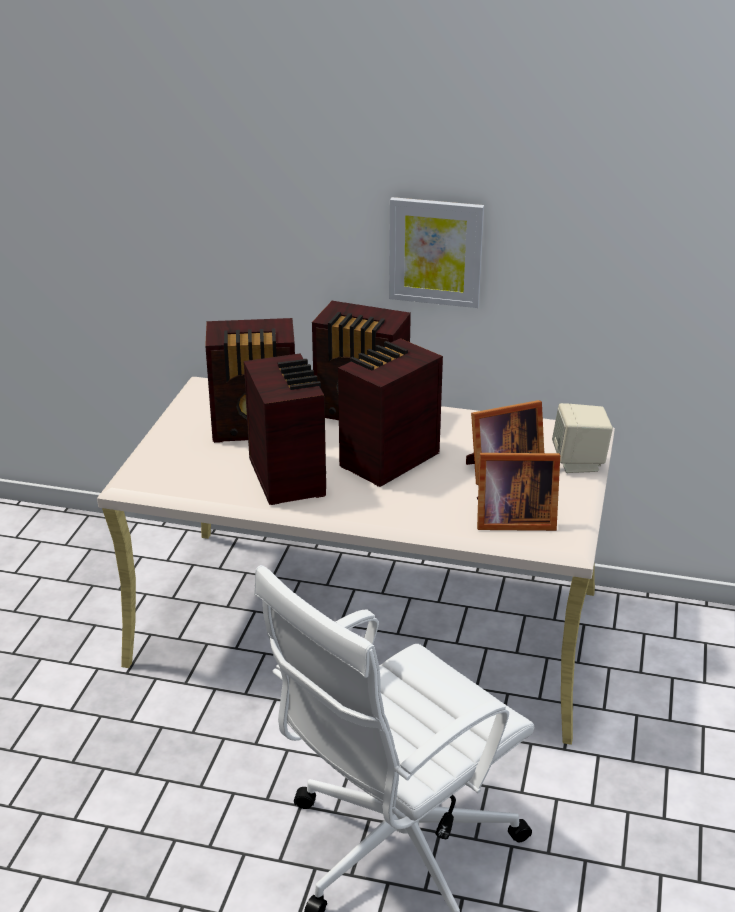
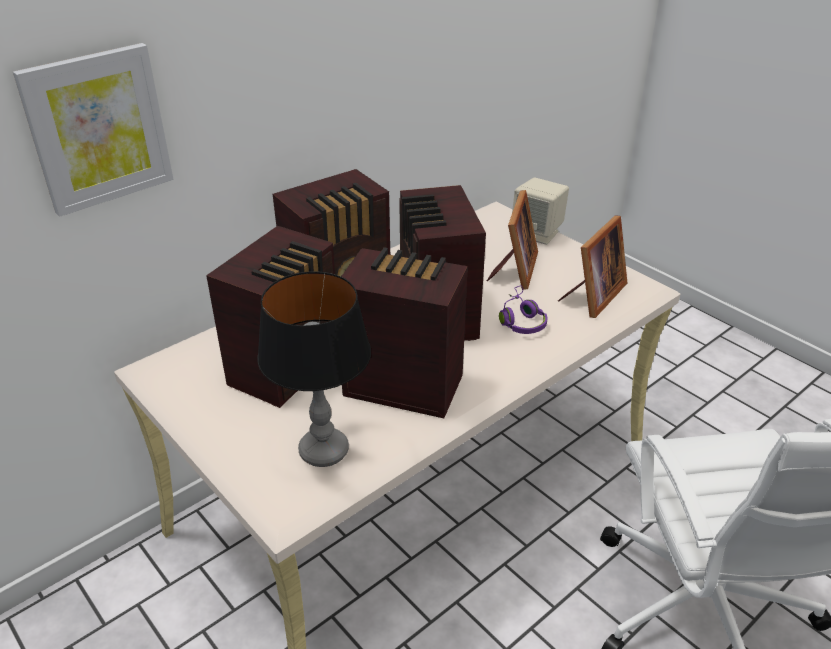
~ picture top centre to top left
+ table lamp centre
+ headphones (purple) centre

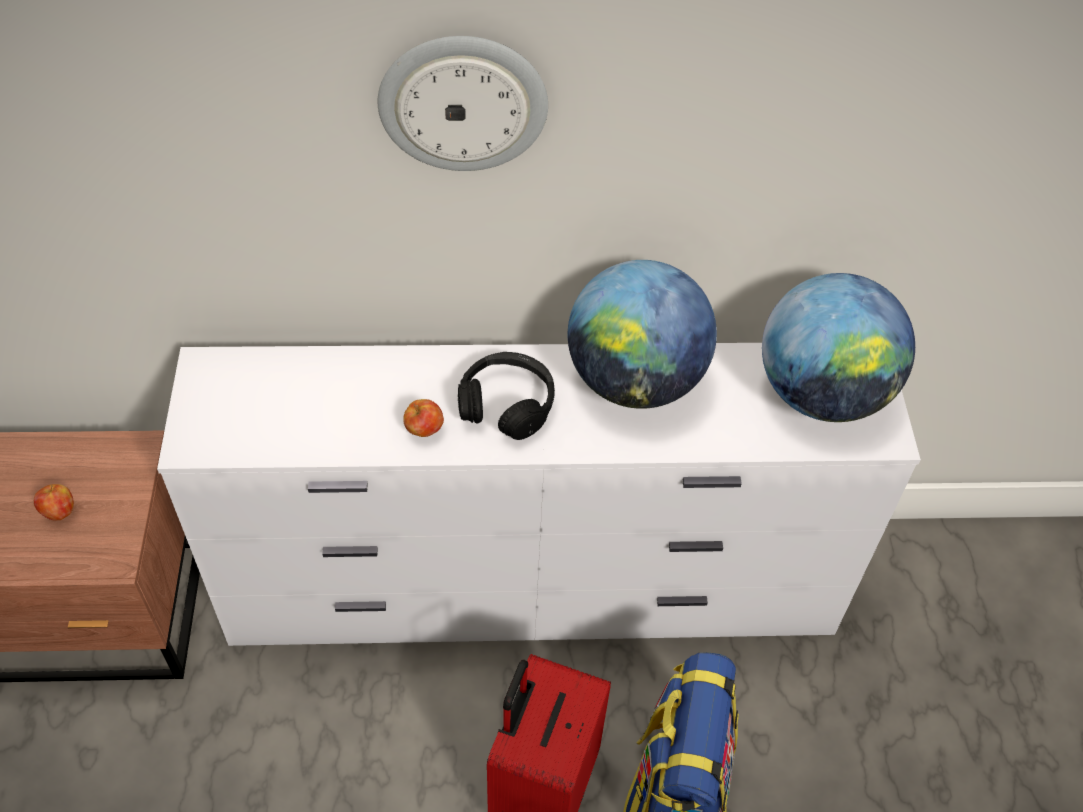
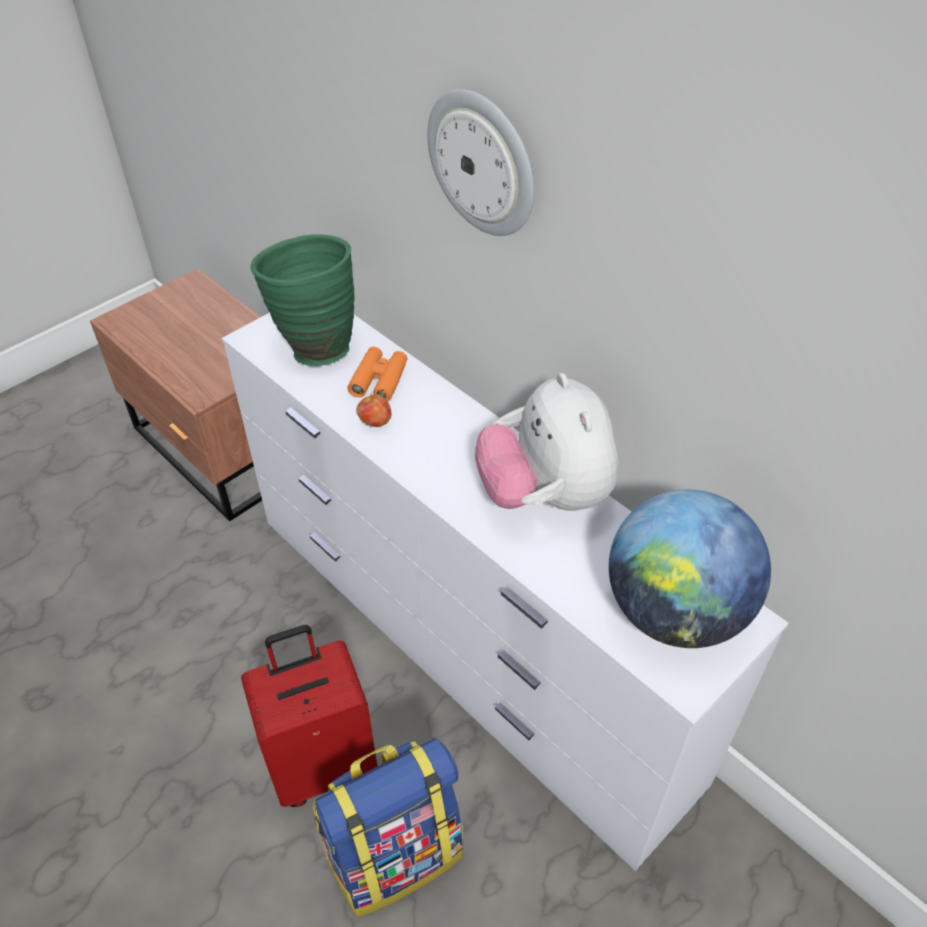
- apple (1st from left) middle left
- headphones (black) centre
~ globe (1st from left) centre to plush toy centre
+ vase (green) top left
+ binoculars (orange) centre

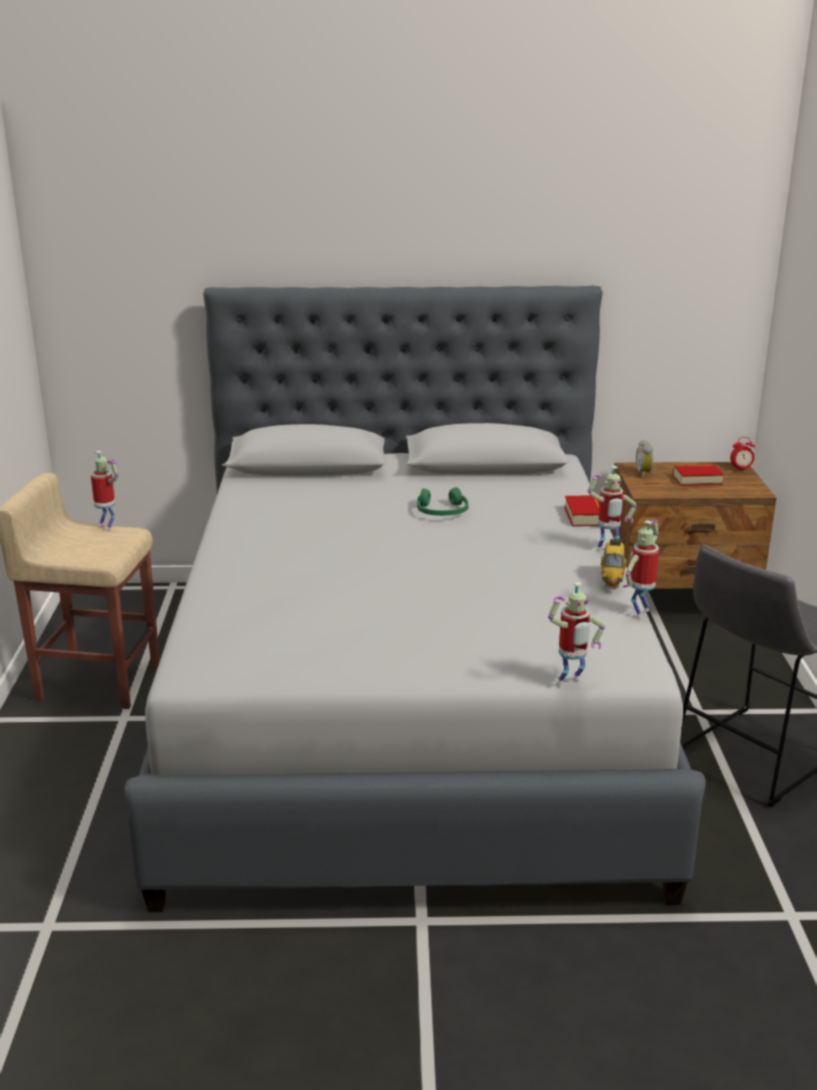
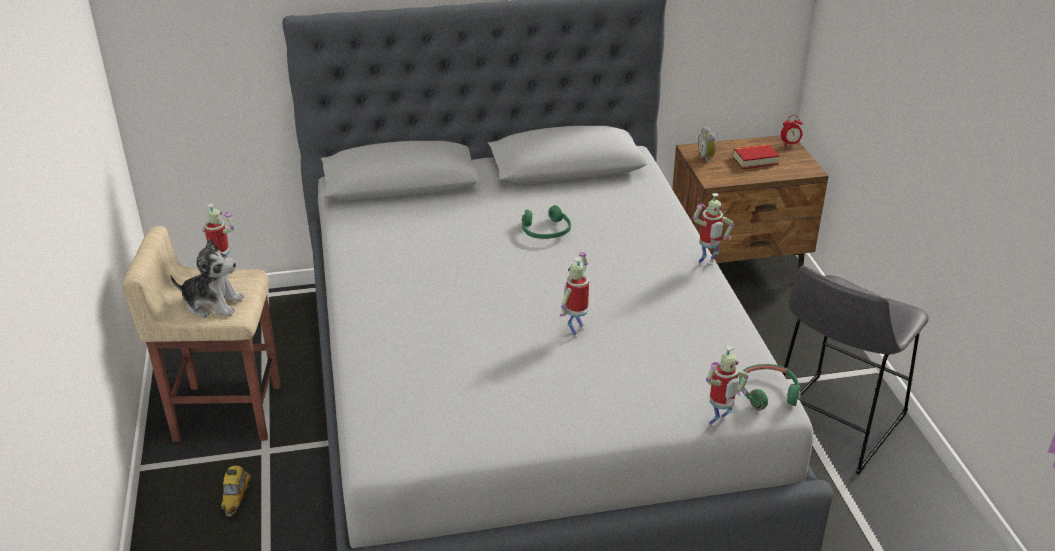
- book (1st from left) middle right
~ toy car middle right to bottom left
~ toy robot (4th from left in the first image) middle right to toy robot (2nd from left) centre
+ plush toy middle left
+ headphones (green) (2nd from left) bottom right

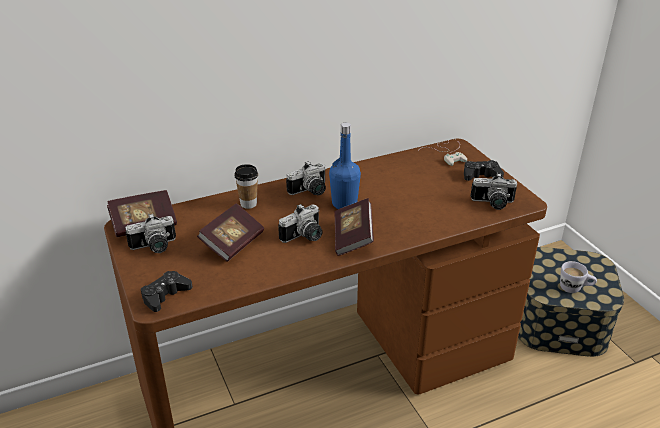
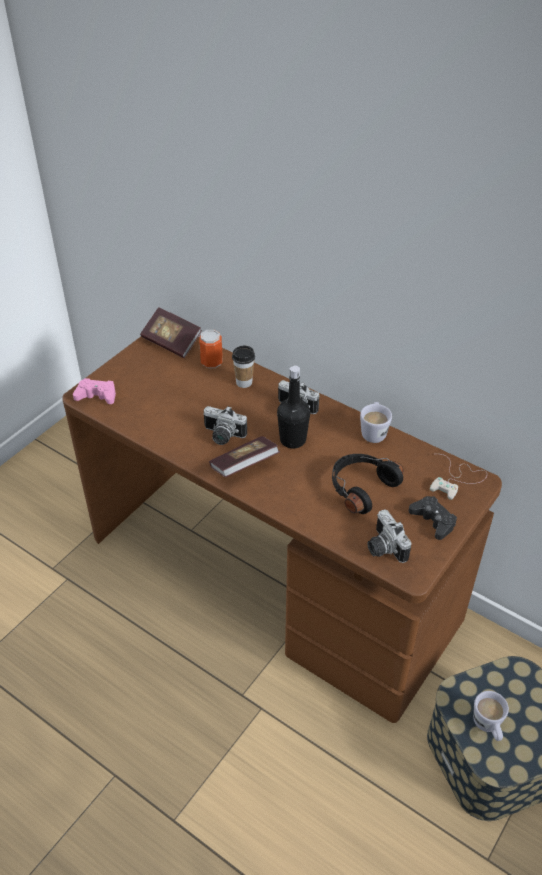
- photo camera (1st from left) middle left
~ game controller (black) (1st from left) bottom left to game controller (pink) middle left
- book (2nd from left) centre
~ bottle (blue) centre to bottle (black) centre
+ can centre
+ headphones (black) middle right
+ mug (white) (1st from left) middle right

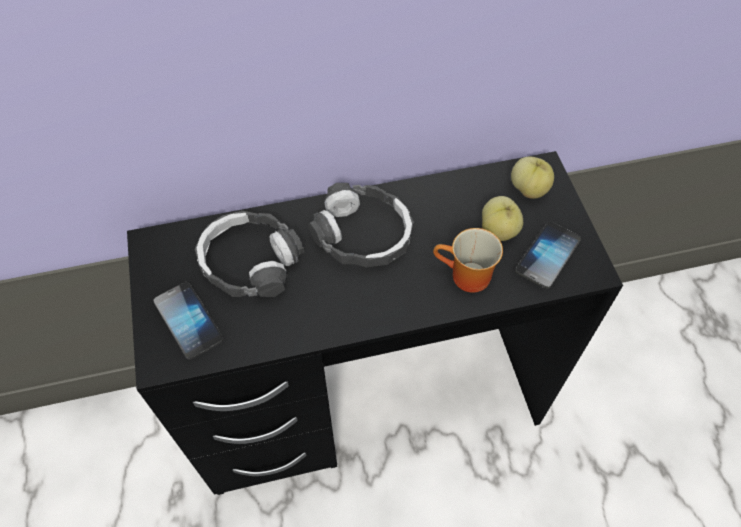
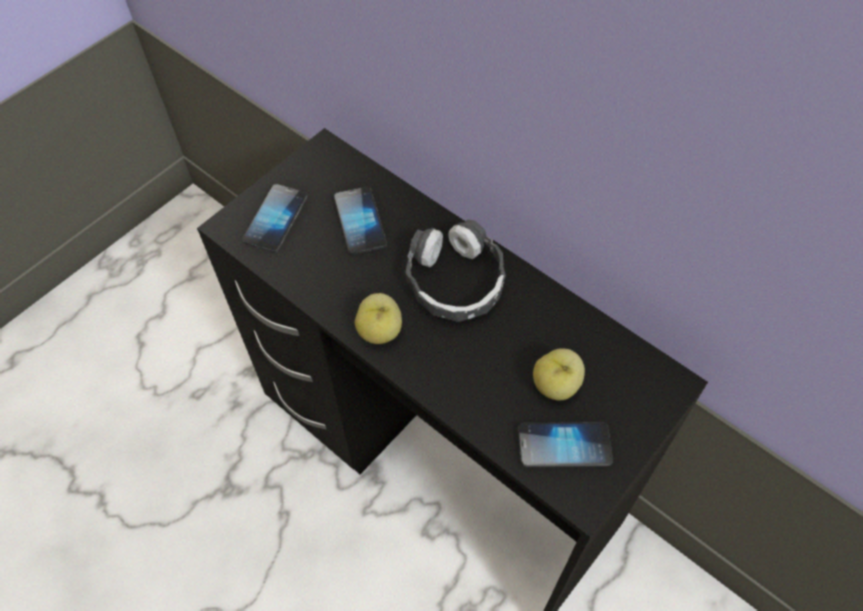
~ headphones (1st from left) centre to phone (2nd from left) centre
- mug centre
~ apple (2nd from left in the first image) middle right to apple (1st from left) centre

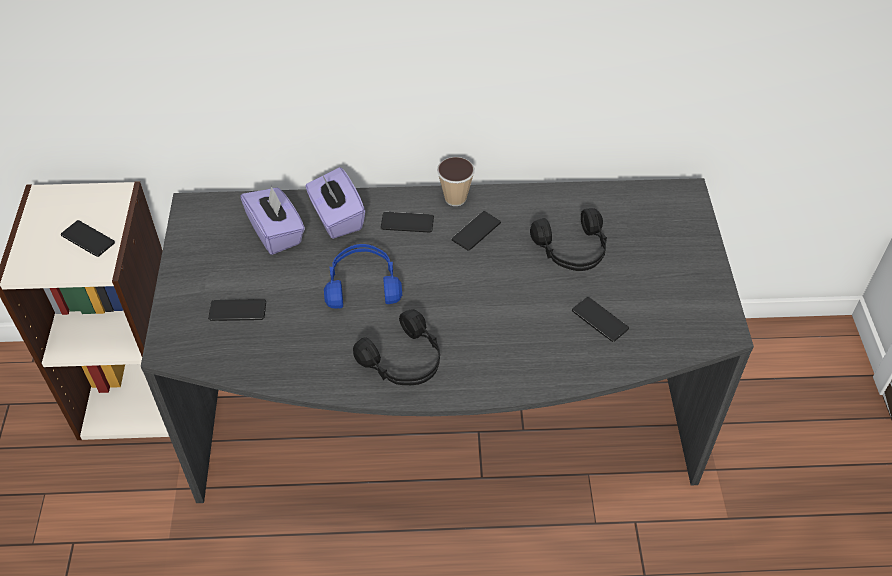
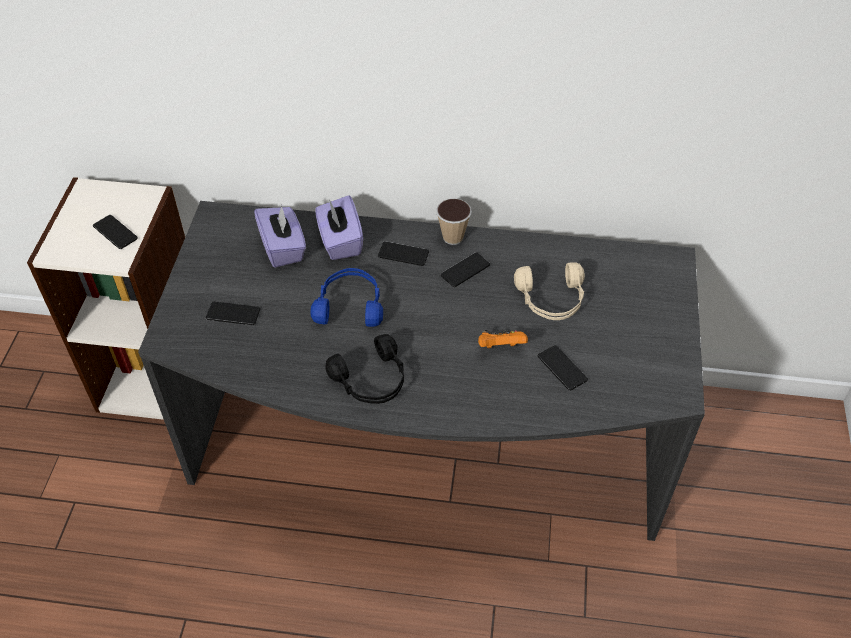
~ headphones (black) (2nd from left) centre to headphones (beige) centre
+ game controller (orange) centre

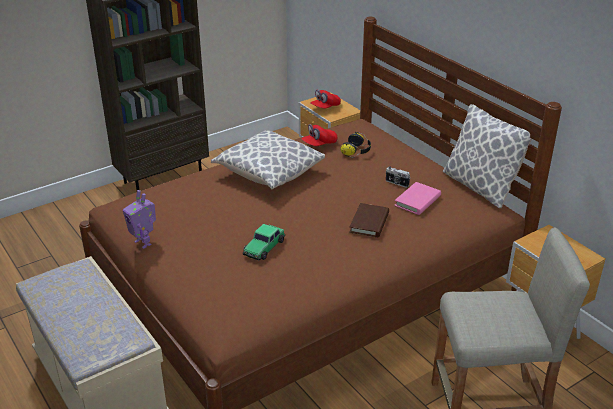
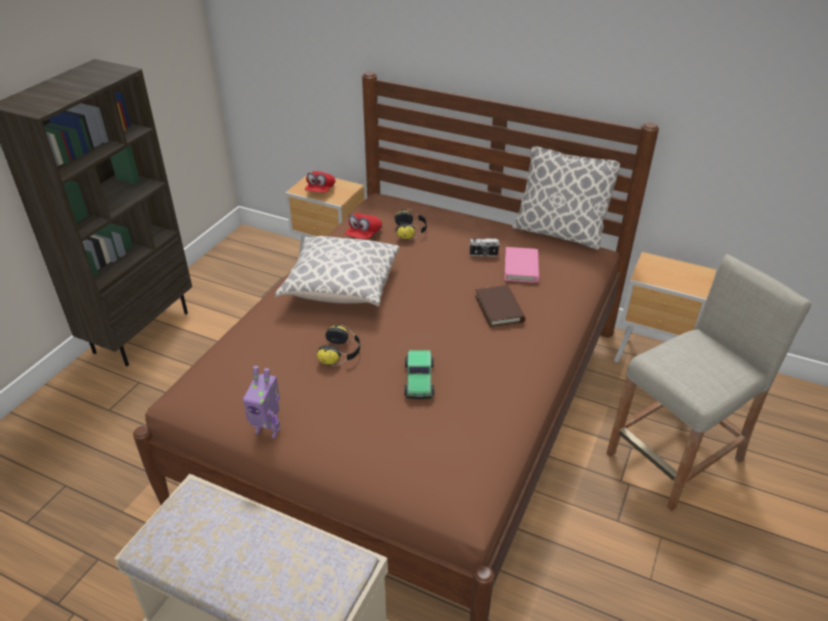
+ headphones (1st from left) centre

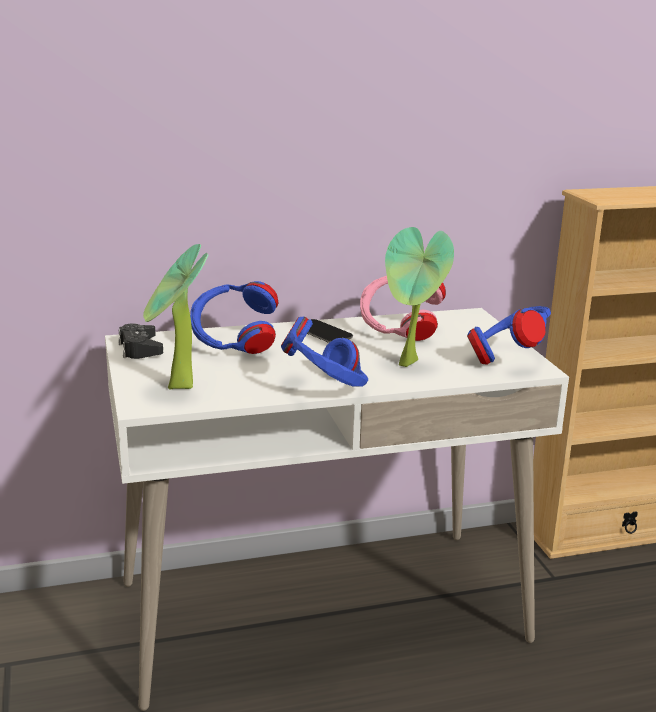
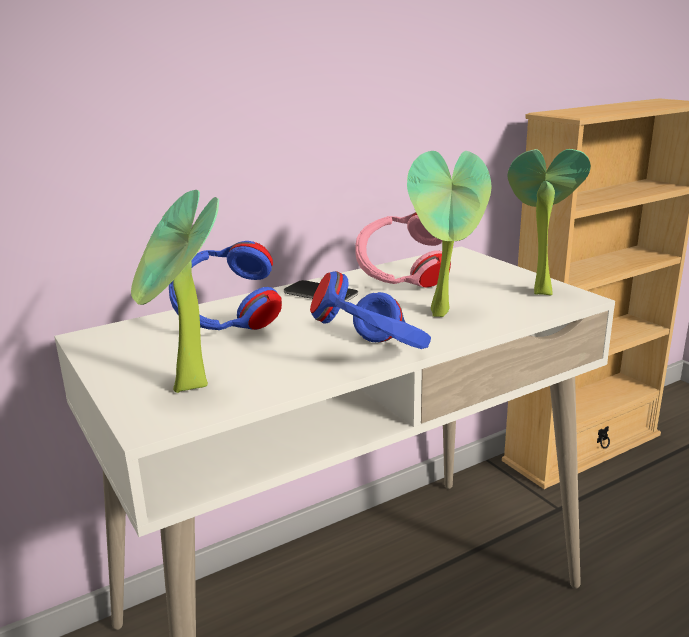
- game controller (black) middle left
~ headphones (blue) (3rd from left) middle right to potted plant (3rd from left) middle right

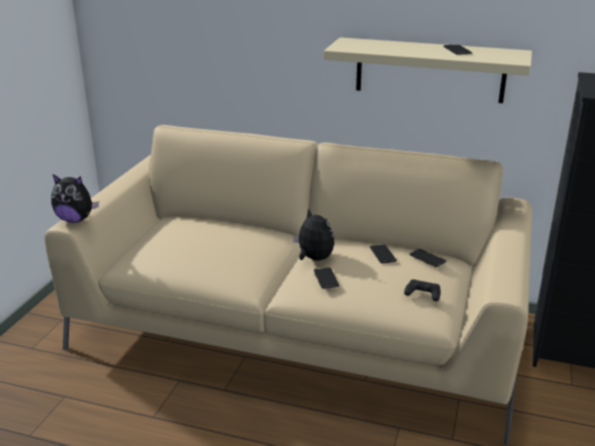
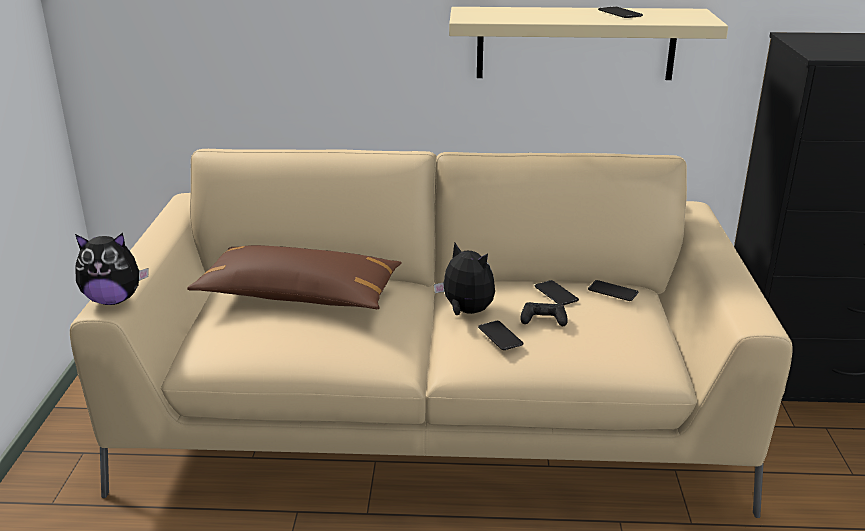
~ game controller (black) middle right to centre
+ pillow (brown) centre

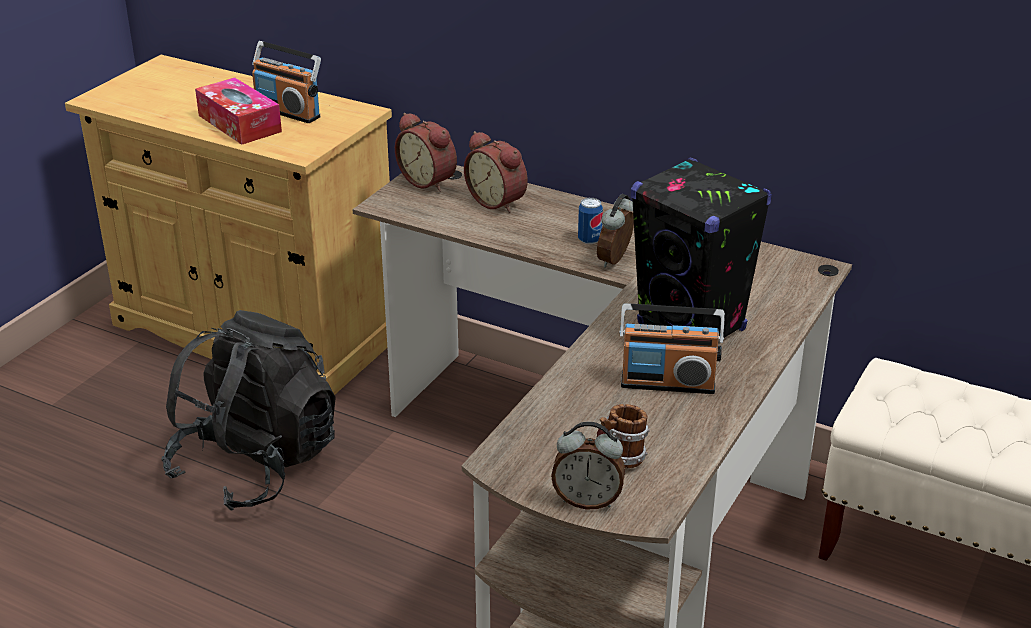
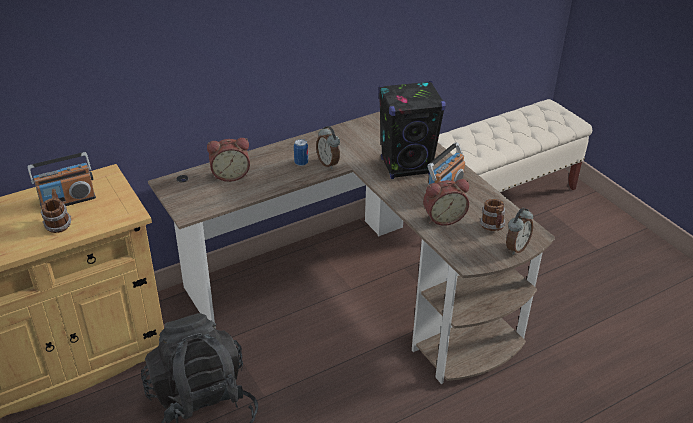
~ tissue box top left to mug (1st from left) middle left
~ alarm clock (1st from left in the first image) top centre to alarm clock (3rd from left) centre

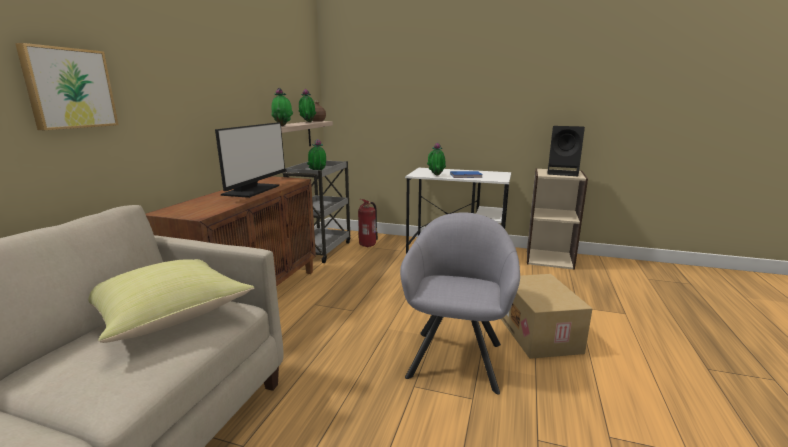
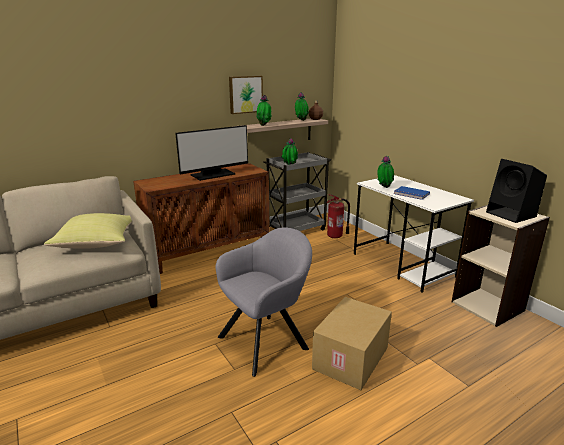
~ picture top left to top centre

